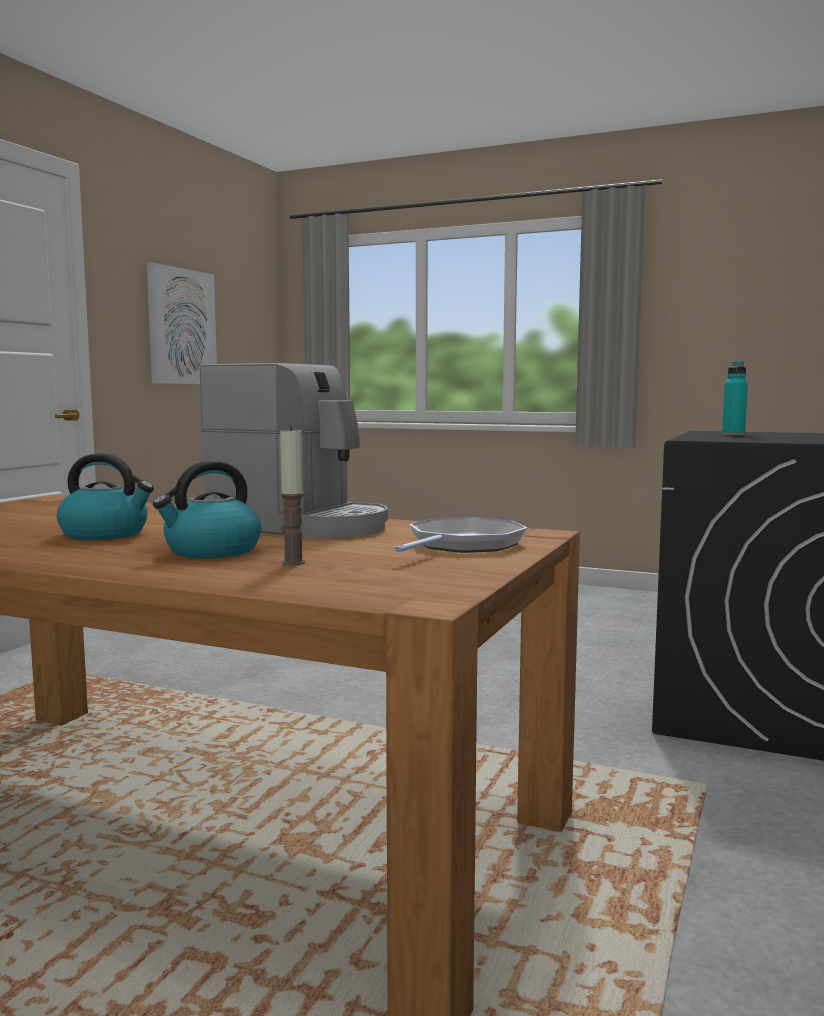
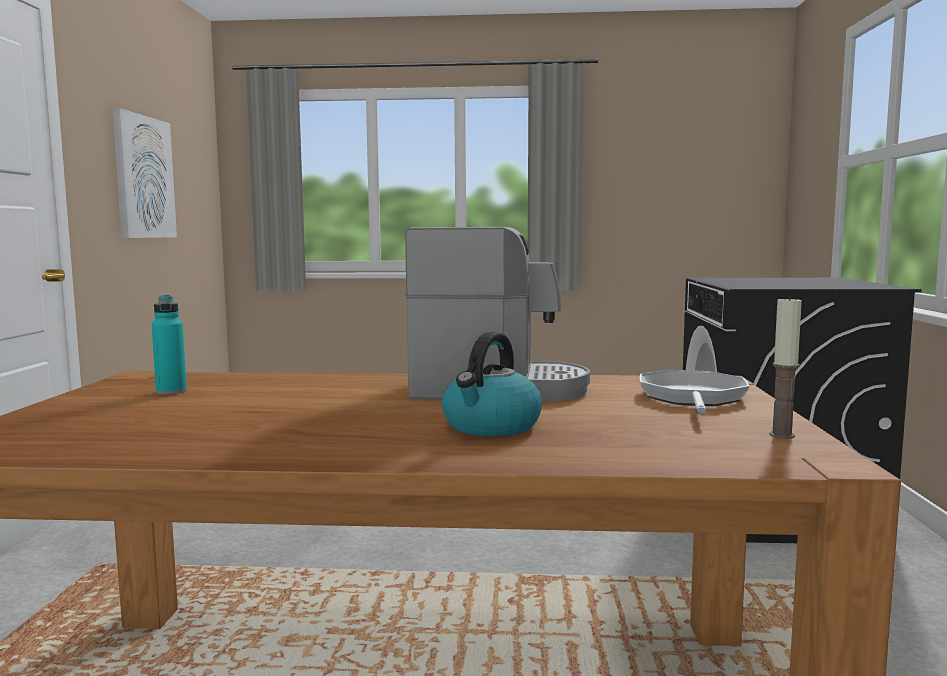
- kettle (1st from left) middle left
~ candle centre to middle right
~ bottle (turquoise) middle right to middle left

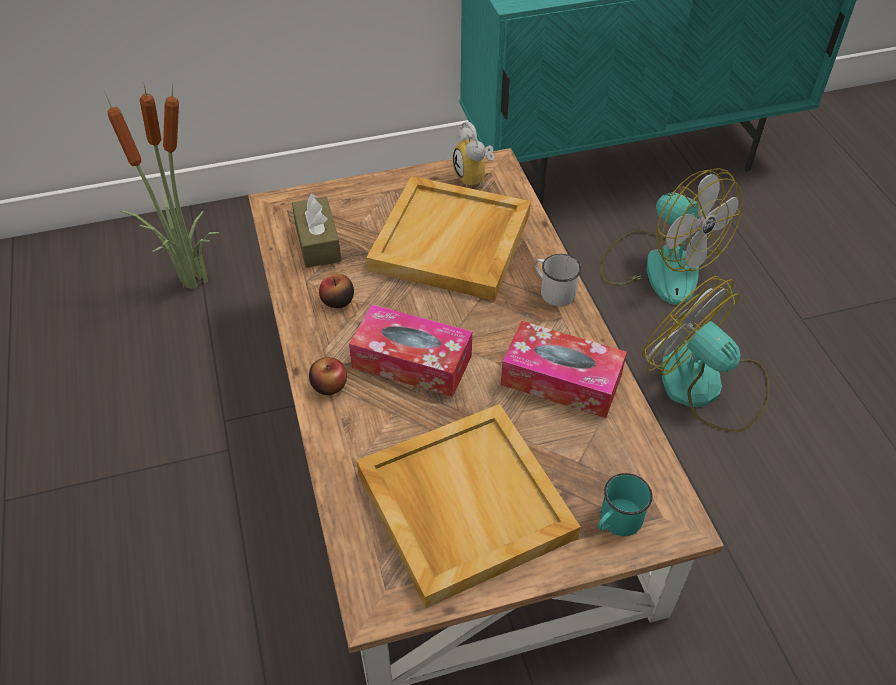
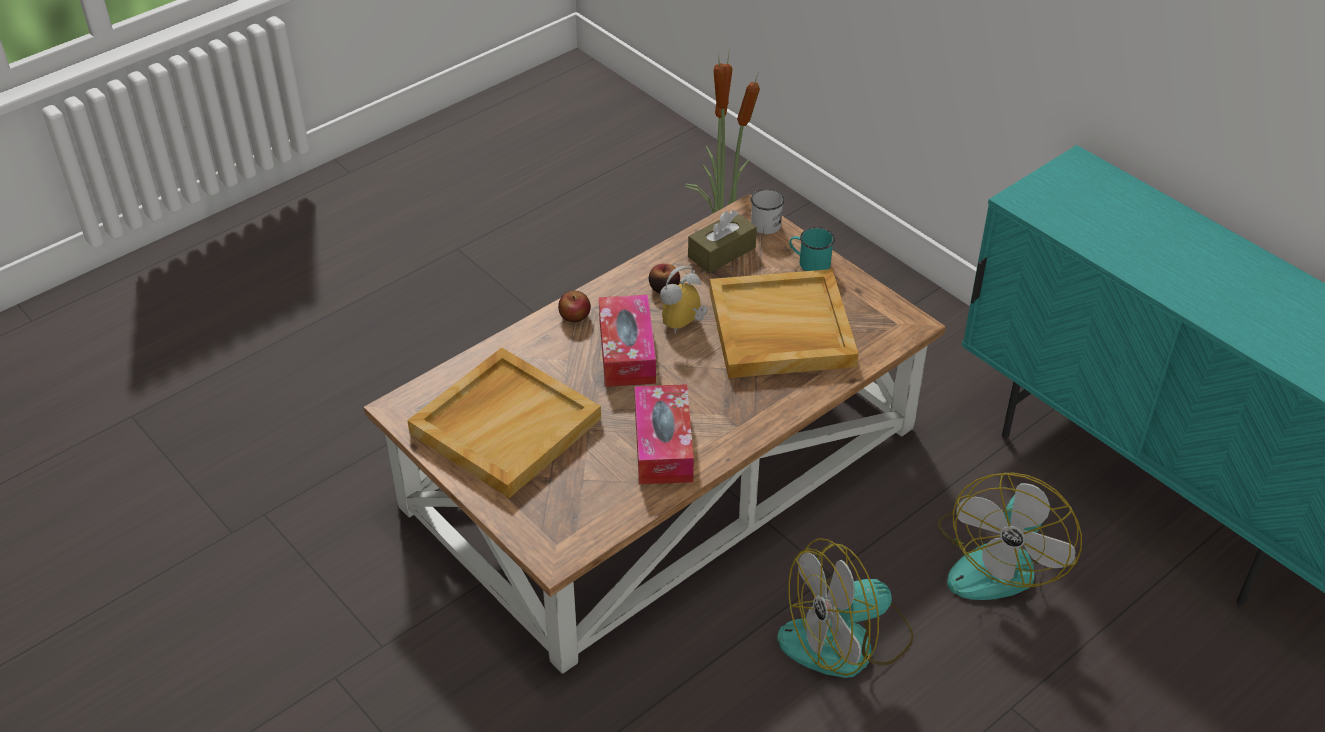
~ alarm clock top centre to centre
~ mug (white) centre to top centre
~ mug (turquoise) bottom right to centre
~ fan (2nd from left in the first image) middle right = bottom centre 135 degrees counterclockwise

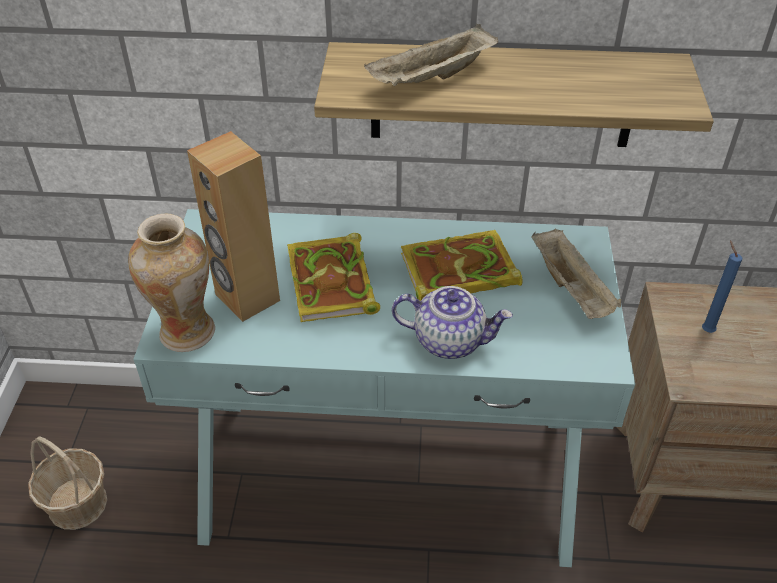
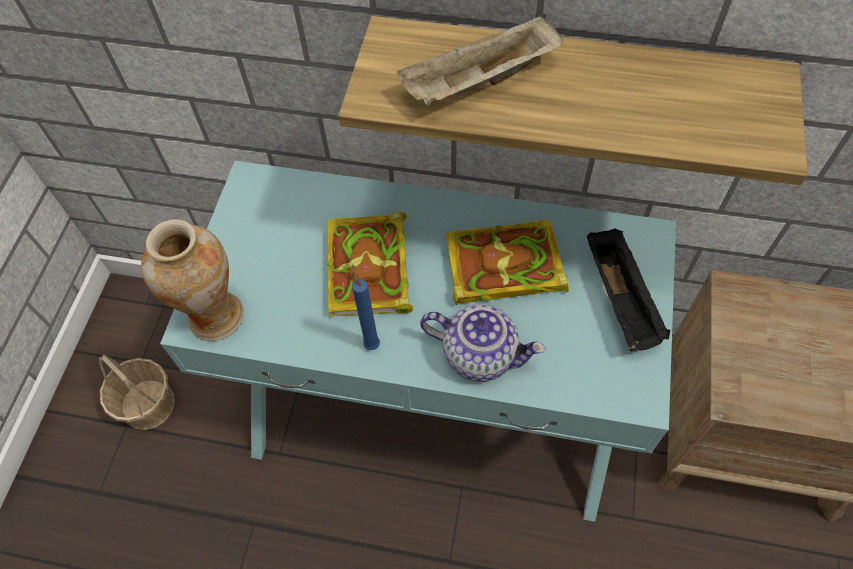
- speaker (brown) middle left
~ tray (beige) (2nd from left) middle right to tray (black) middle right
~ candle (blue) middle right to centre

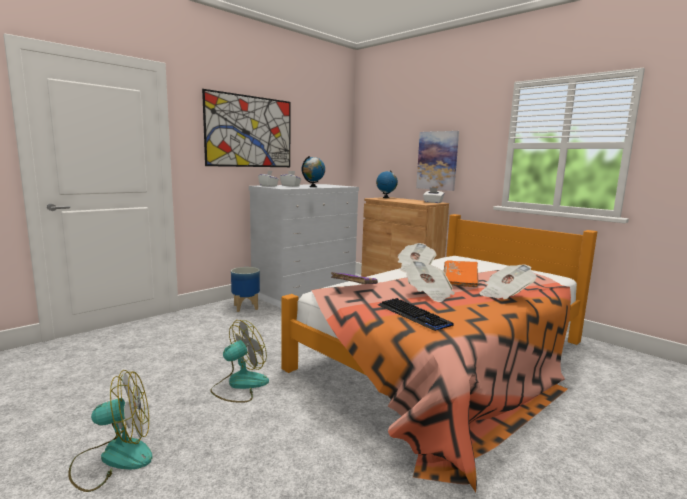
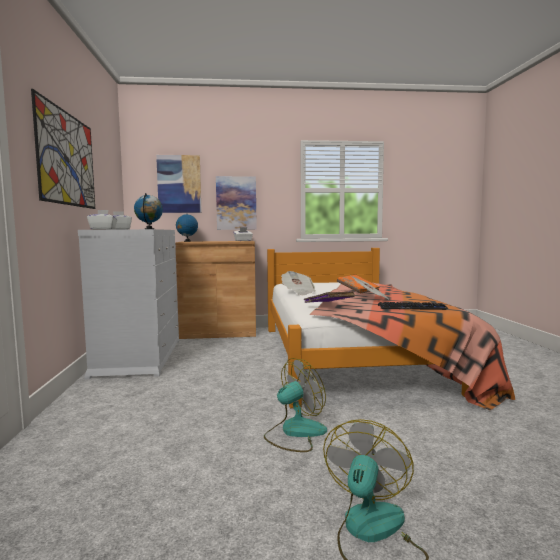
~ fan (2nd from left in the first image) bottom centre = bottom centre 60 degrees clockwise
- planter centre
- newspaper (3rd from left) middle right
+ picture (2nd from left) top left

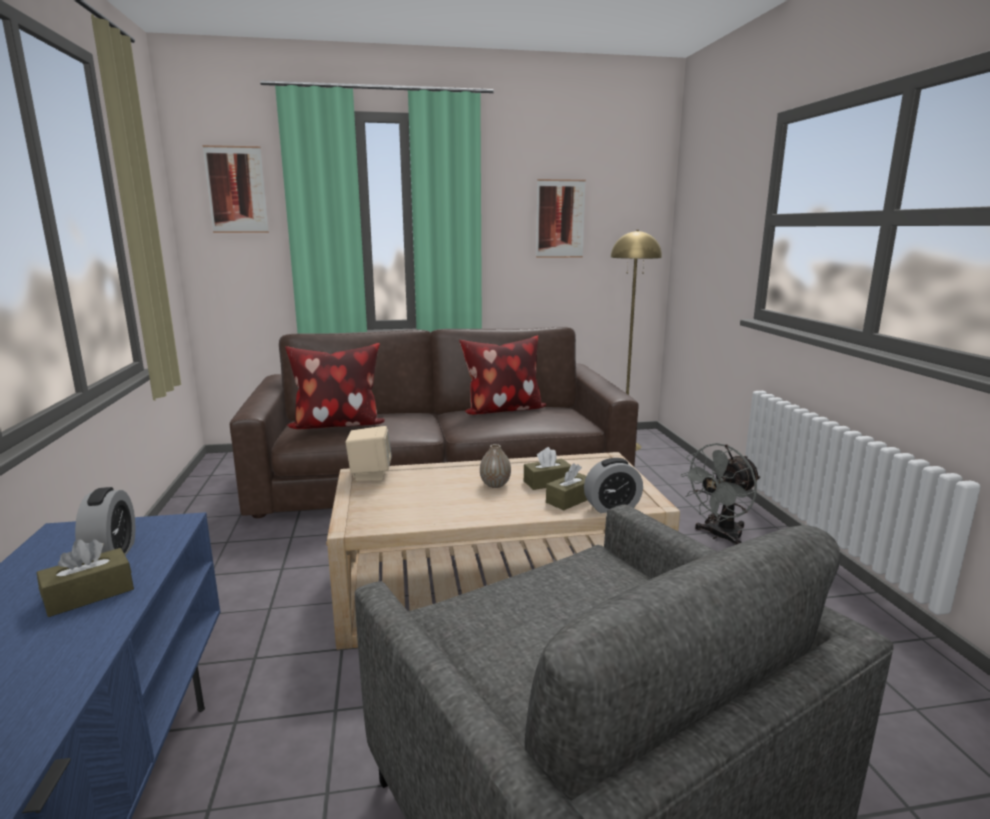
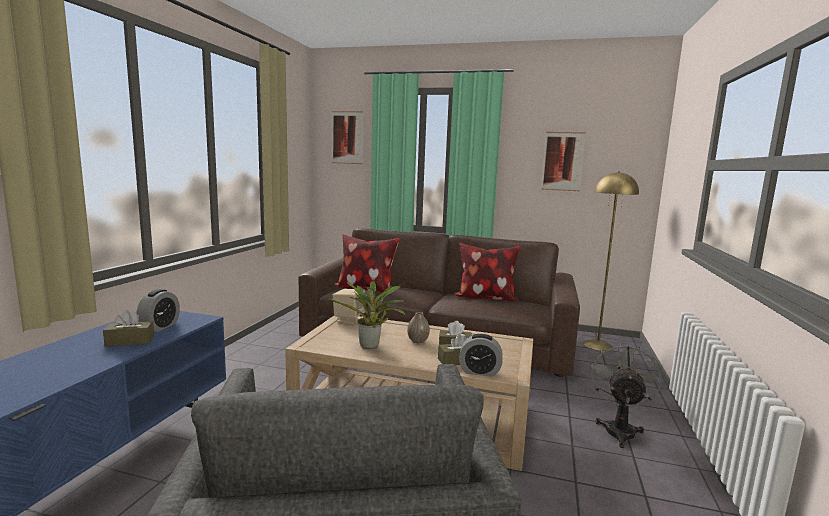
~ fan (grey) middle right = bottom right 120 degrees clockwise
+ potted plant centre

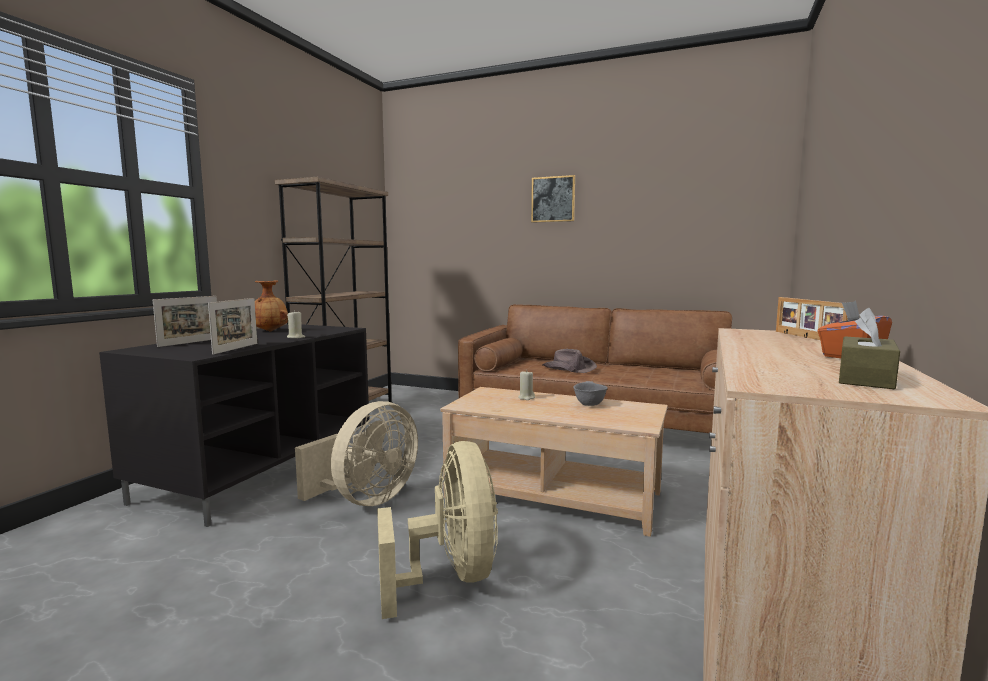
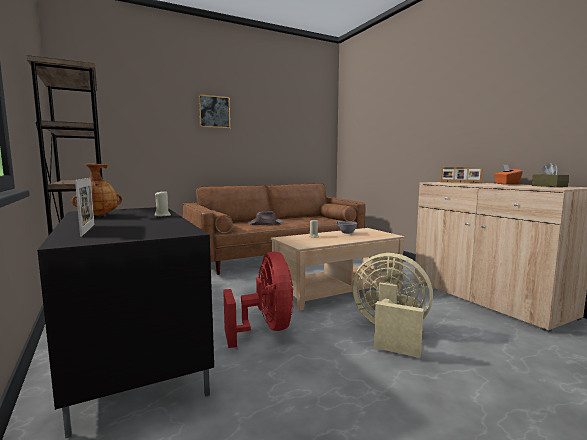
- picture frame (2nd from left) middle left
~ fan (beige) (1st from left) centre to fan (red) bottom centre

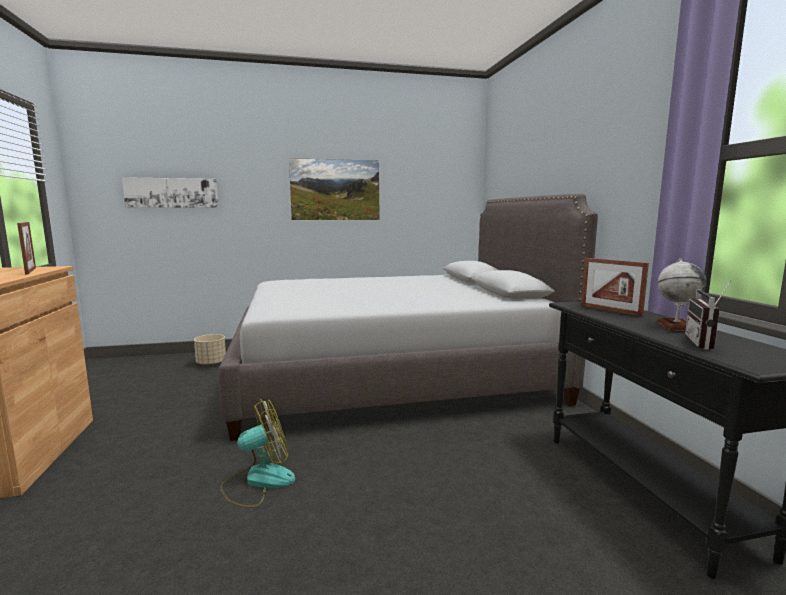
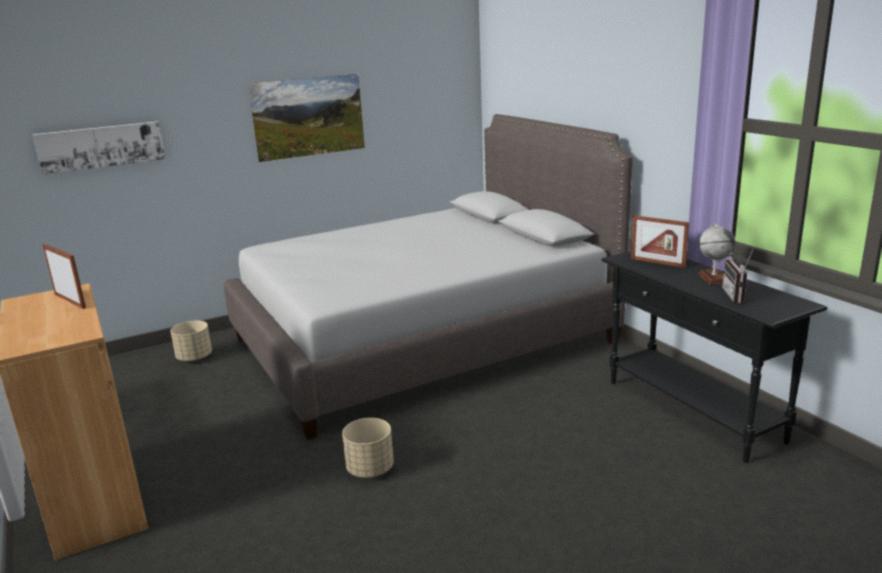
~ fan bottom left to planter (beige) (2nd from left) bottom centre

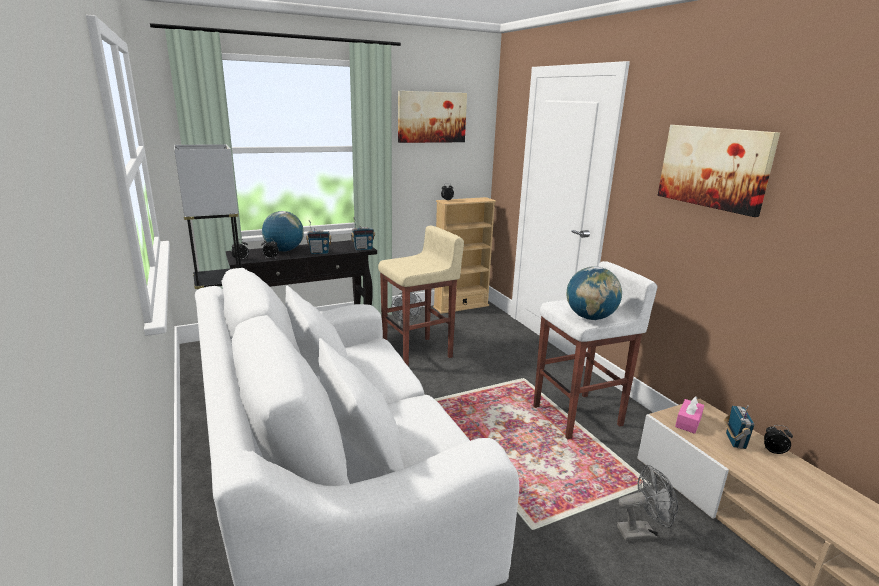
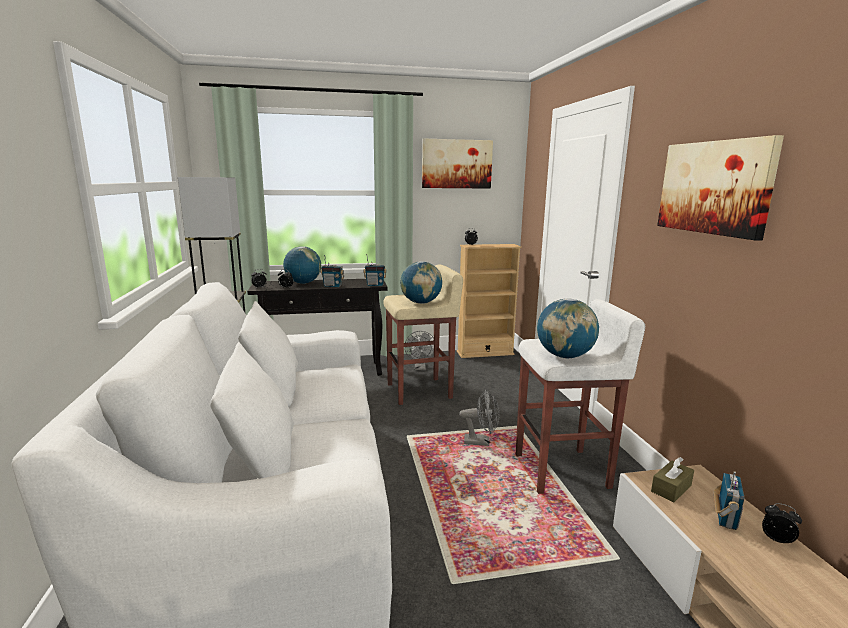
~ fan (grey) (2nd from left) bottom right to centre
~ tissue box (pink) bottom right to tissue box (brown) bottom right
+ globe (2nd from left) centre

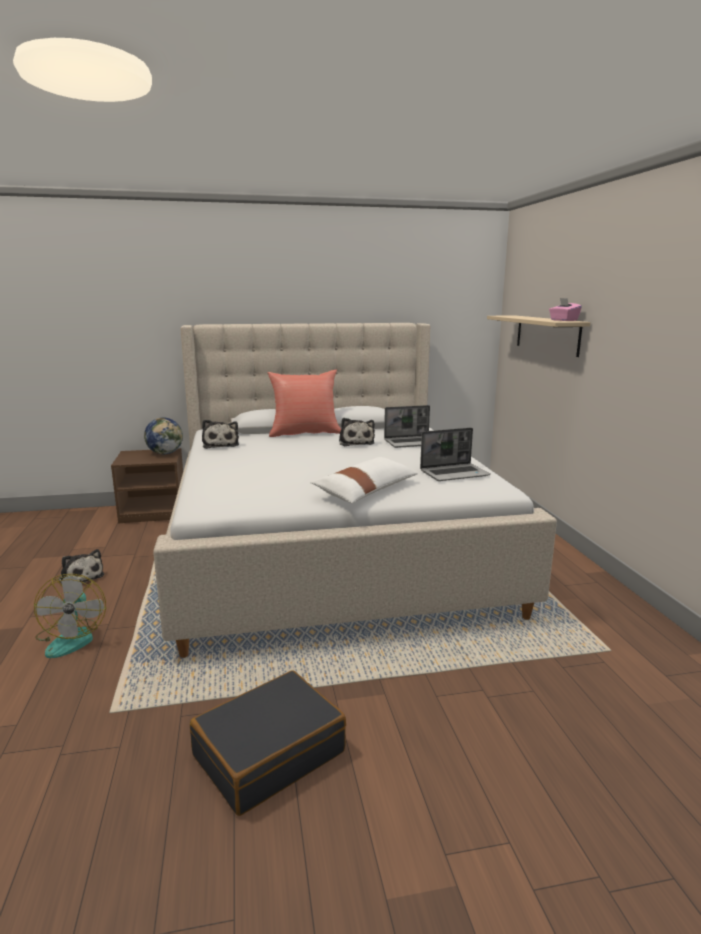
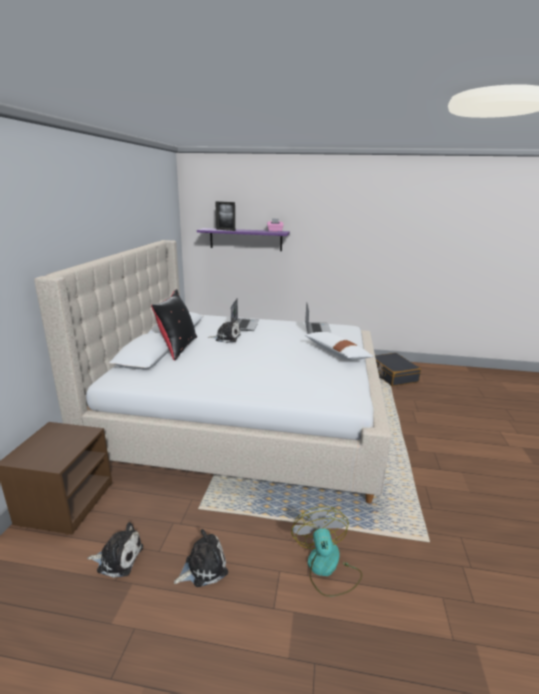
~ fan middle left = bottom centre 105 degrees counterclockwise
- globe middle left
~ suitcase (black) bottom centre to middle right
~ plush toy (2nd from left in the first image) middle left to plush toy (1st from left) bottom left
~ pillow (red) centre to pillow (black) middle left
~ shelf (beige) middle right to shelf (purple) centre
+ picture frame top centre

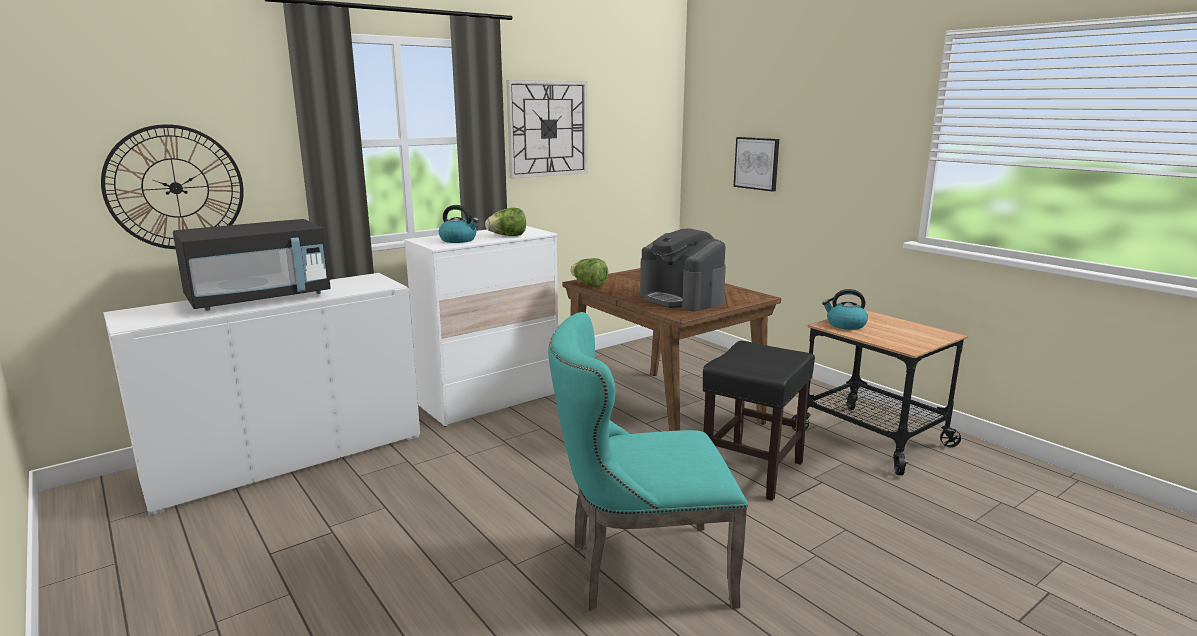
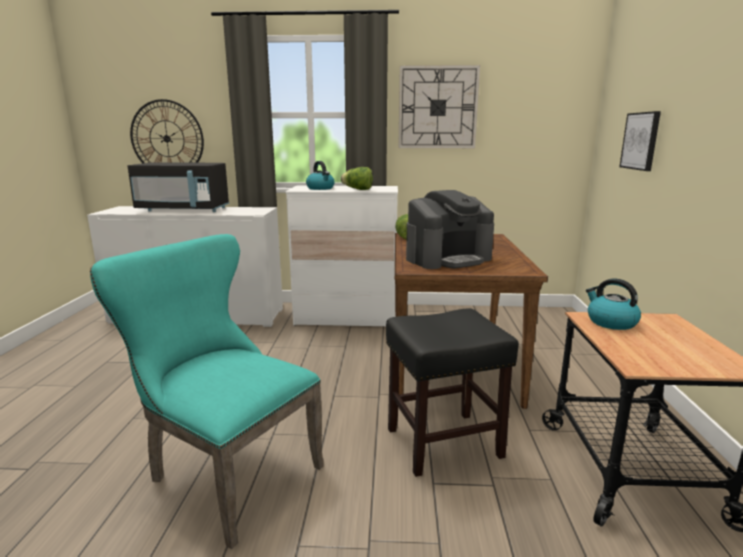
~ coffee machine centre = centre 120 degrees counterclockwise

